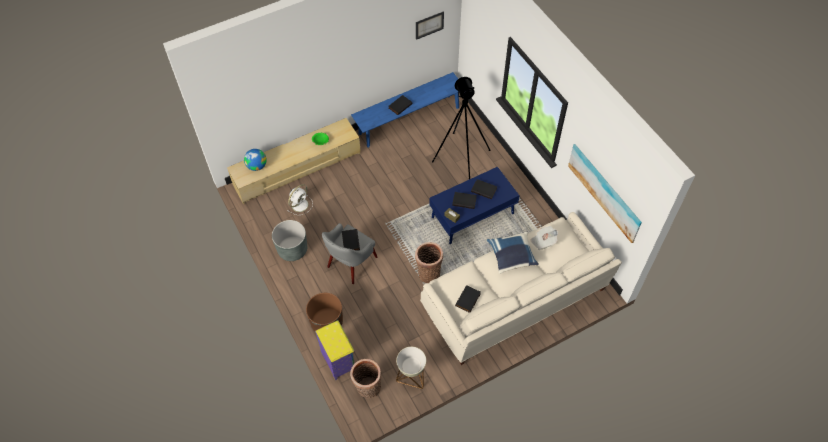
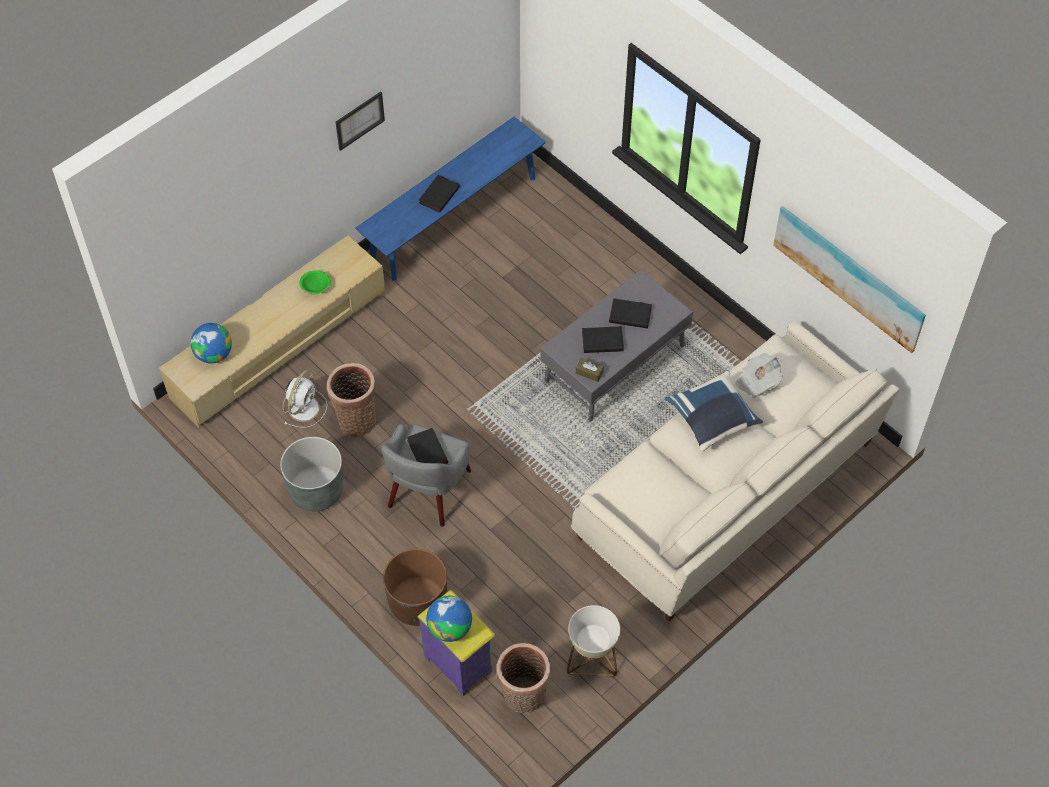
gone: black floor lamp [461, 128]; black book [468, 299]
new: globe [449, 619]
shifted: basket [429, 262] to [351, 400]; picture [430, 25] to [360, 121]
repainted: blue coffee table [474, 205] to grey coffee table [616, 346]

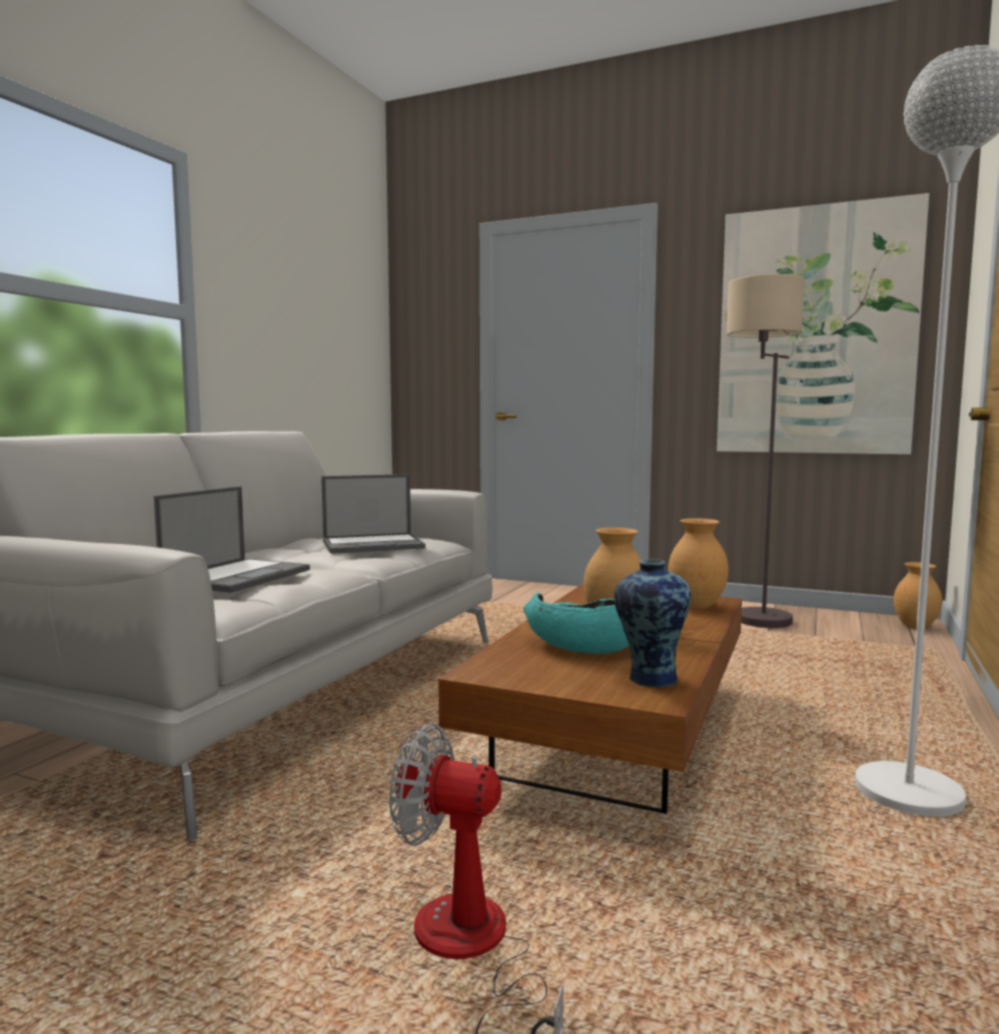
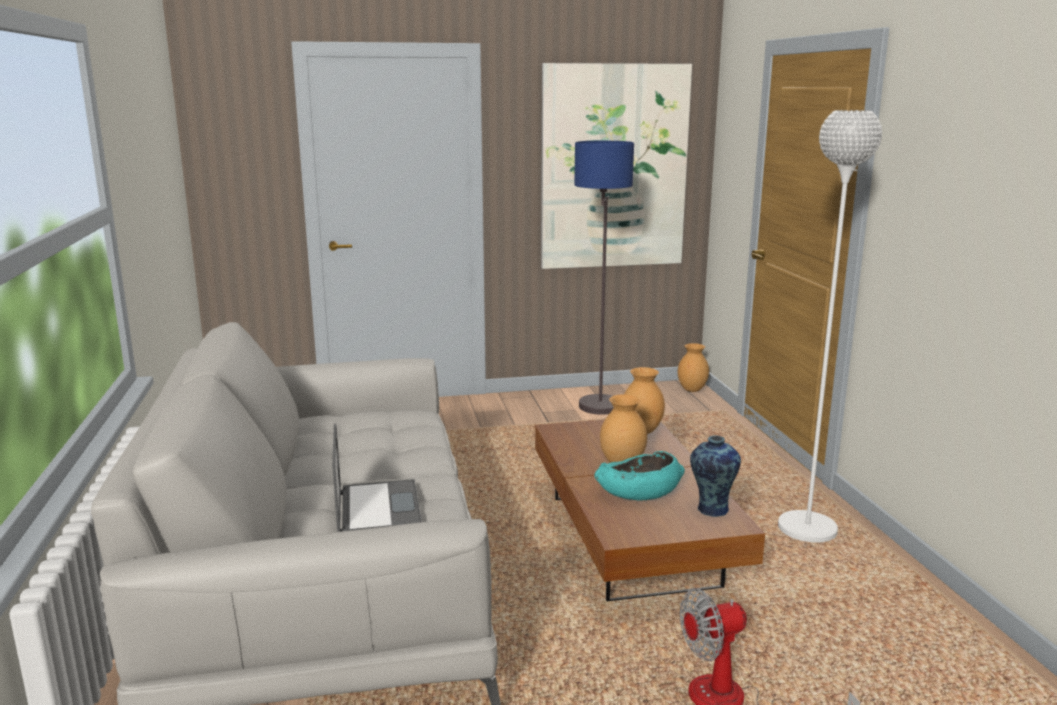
gone: laptop [373, 514]
repainted: beige floor lamp [765, 451] to blue floor lamp [604, 278]

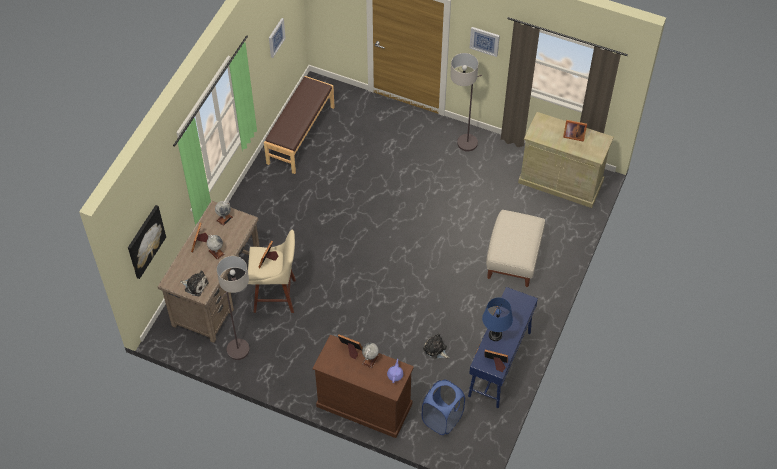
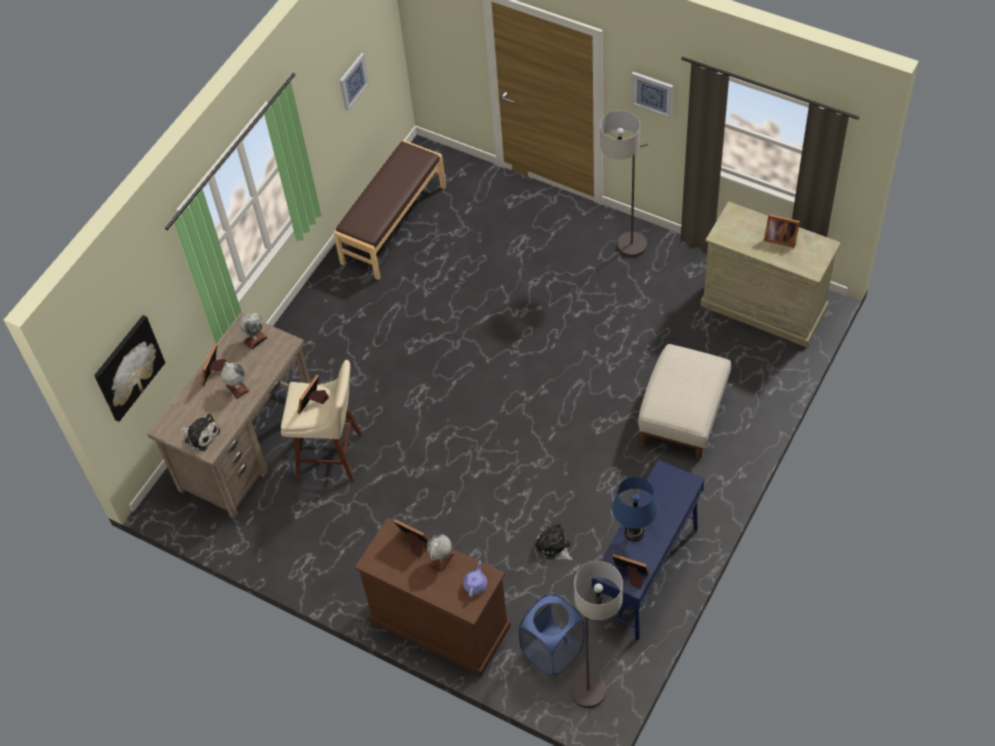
shifted: grey floor lamp [233, 308] to [596, 634]

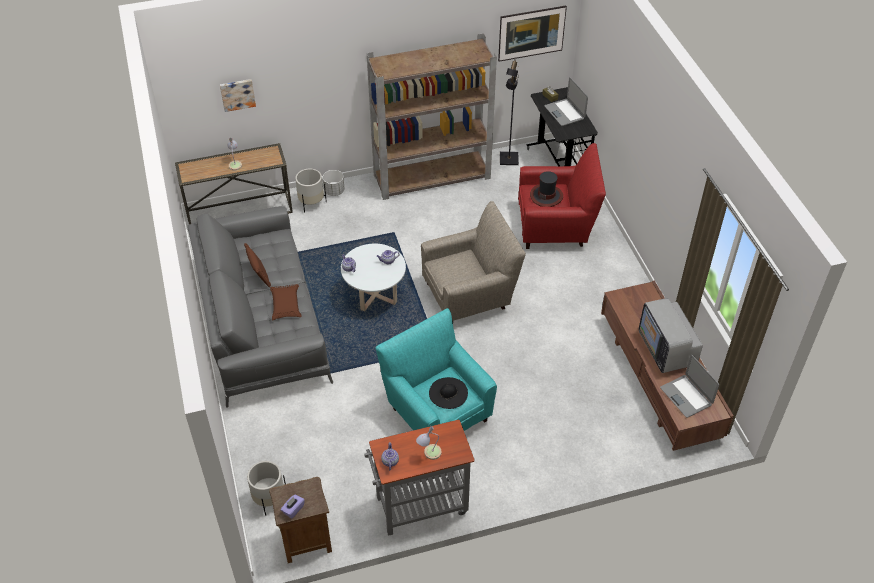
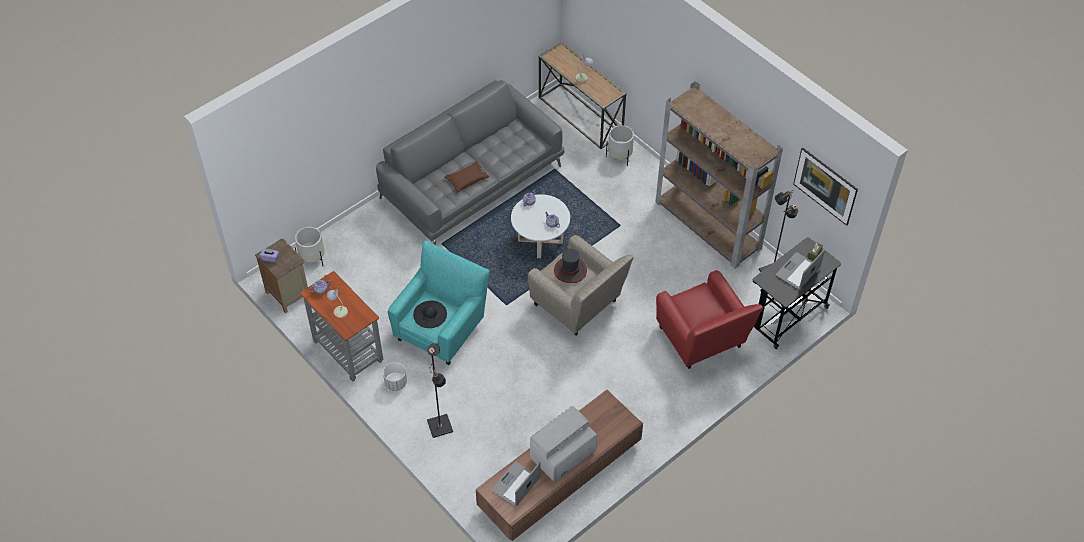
gone: picture [238, 95]; brown pillow [257, 265]
new: black floor lamp [440, 391]
shifted: white planter [333, 183] to [395, 376]; hat [546, 189] to [570, 266]

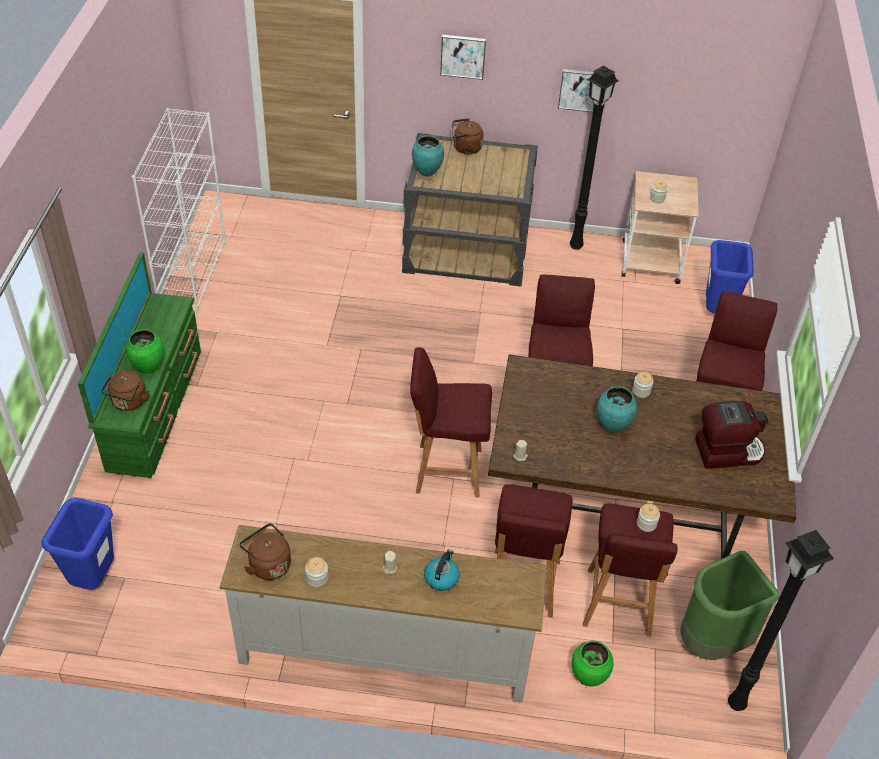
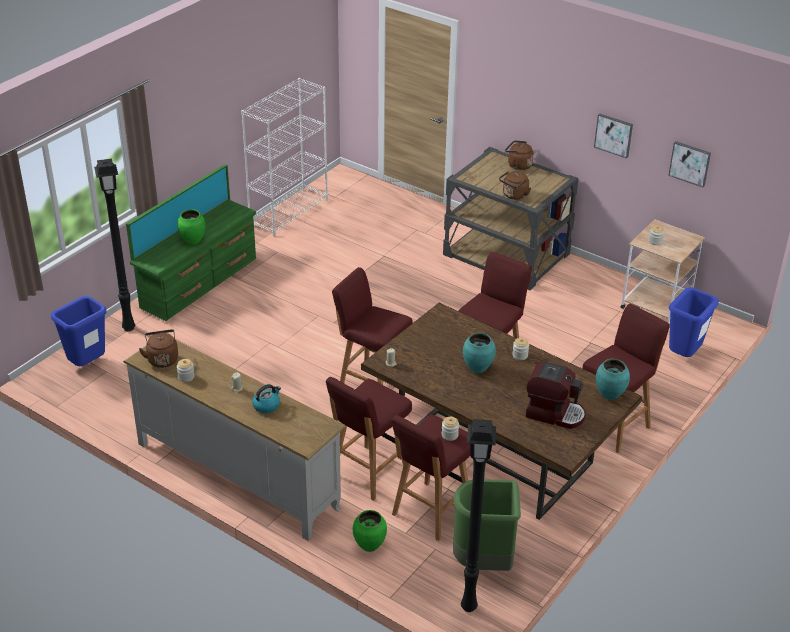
shifted: brown kettle [125, 391] to [515, 185]; turquoise vase [428, 155] to [613, 379]; picture [463, 57] to [689, 164]; black floor lamp [594, 158] to [114, 245]

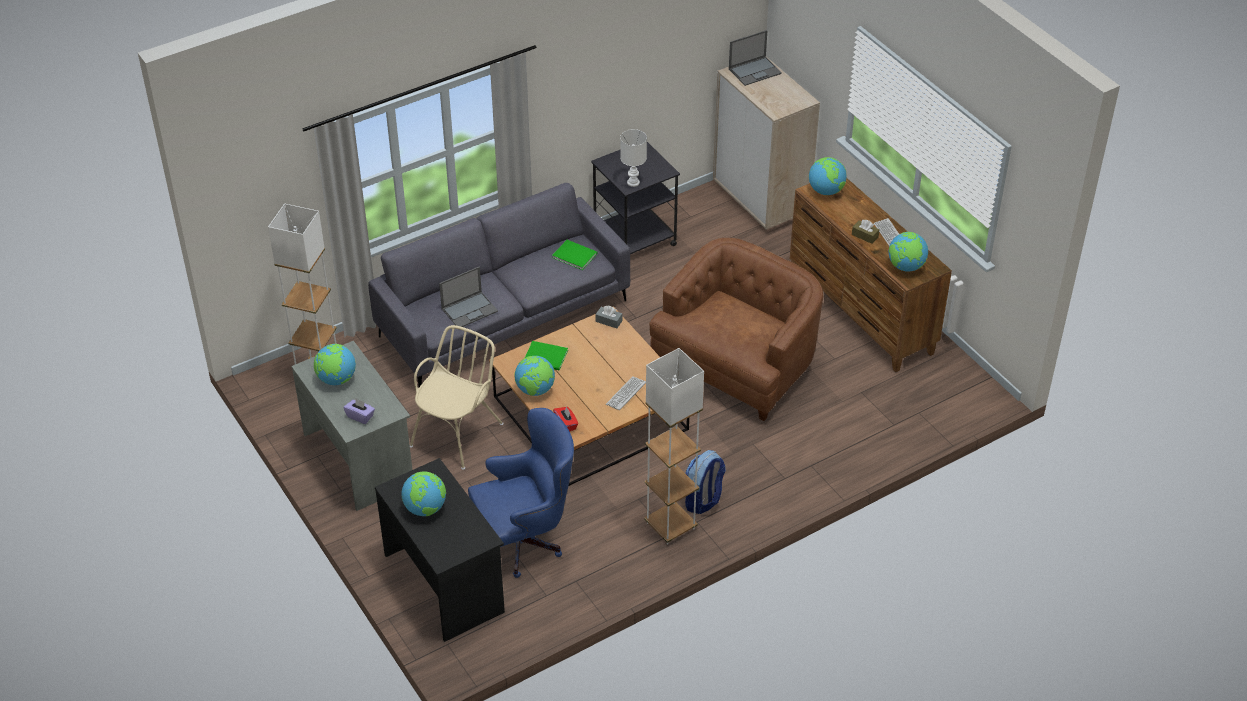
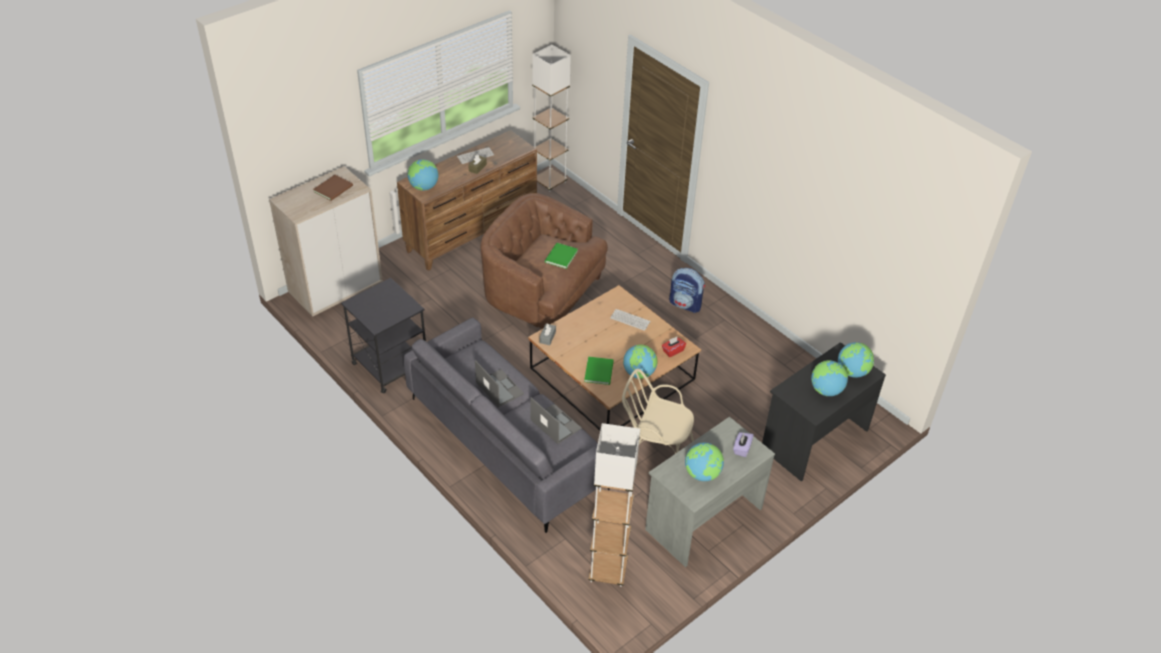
gone: blue office chair [521, 493]; white table lamp [633, 158]
new: brown book [333, 188]
shifted: green book [574, 255] to [561, 256]; white floor lamp [674, 446] to [551, 118]; laptop [755, 58] to [499, 383]; globe [908, 252] to [856, 360]

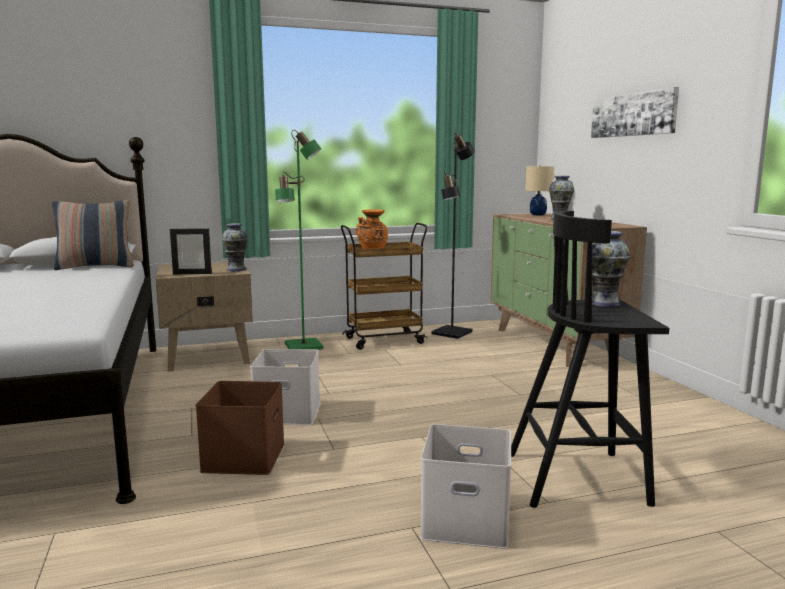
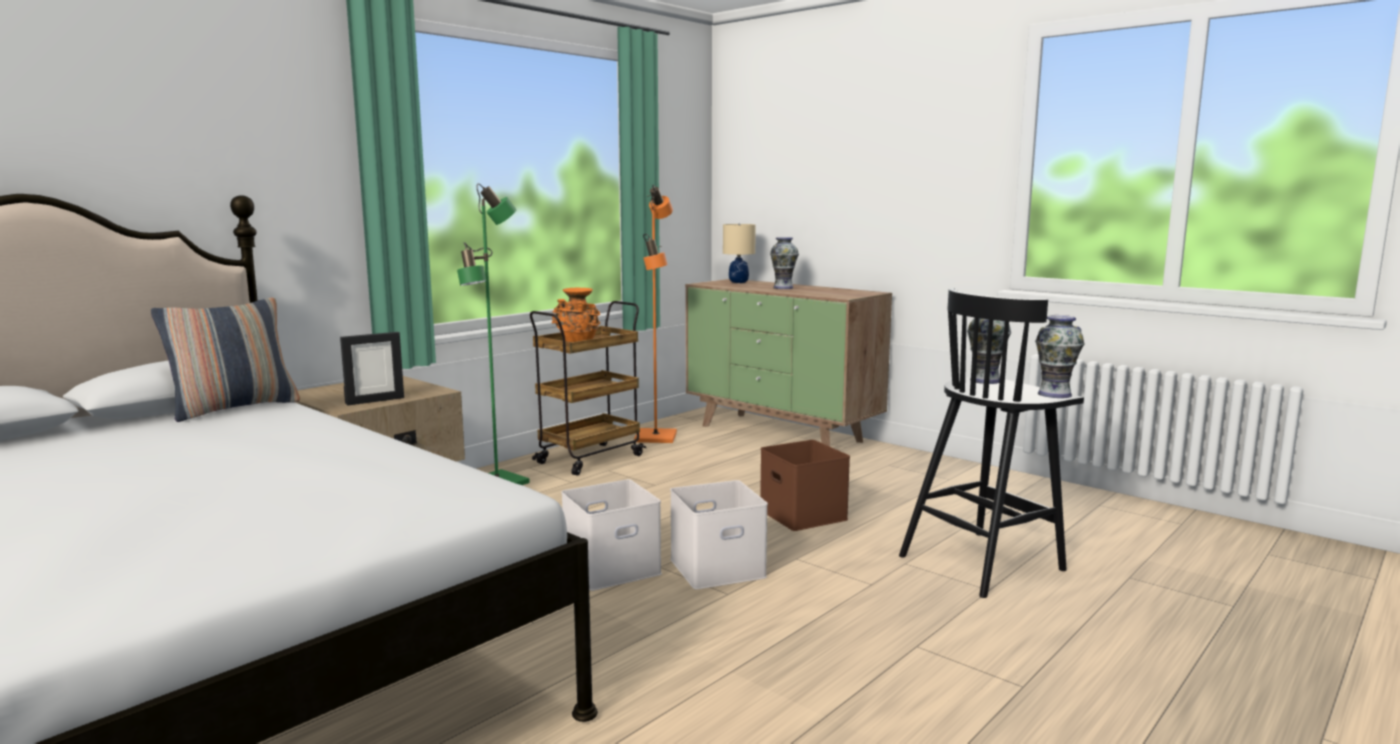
gone: picture [635, 112]
shifted: brown storage box [240, 428] to [805, 485]; vase [235, 247] to [1060, 356]; white storage box [465, 486] to [719, 535]
repainted: black floor lamp [453, 235] to orange floor lamp [655, 314]

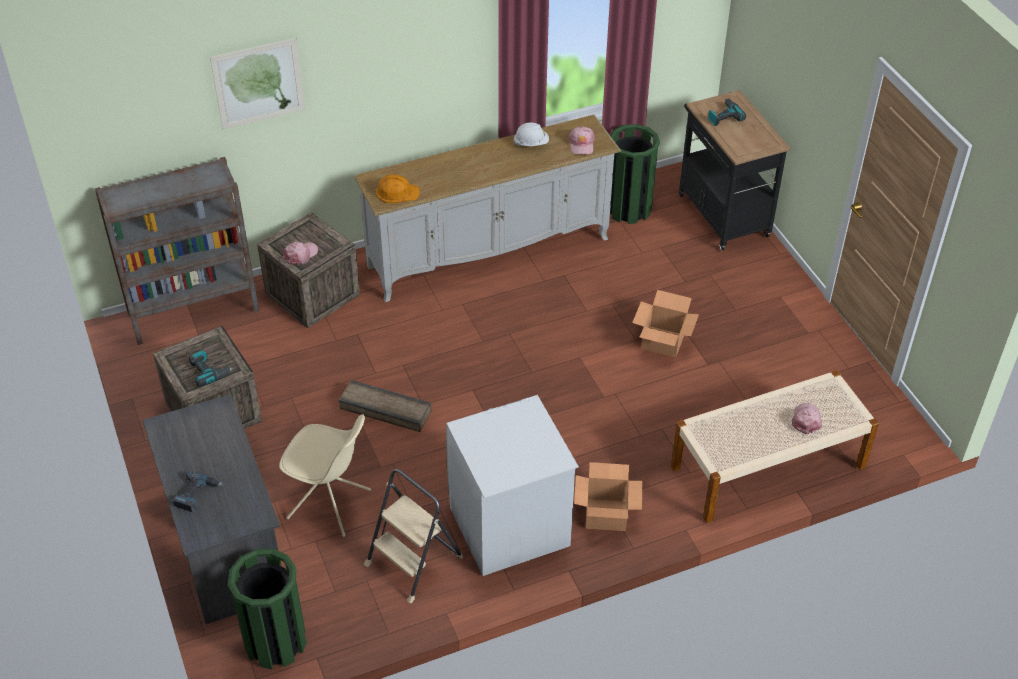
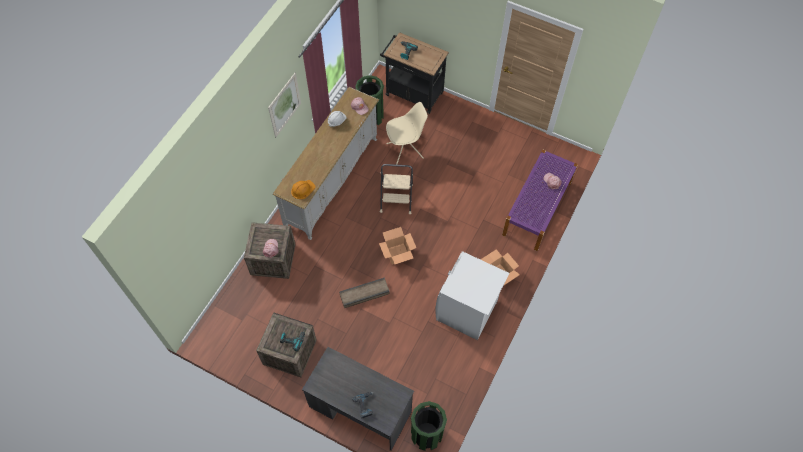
gone: grey bookcase [176, 251]
shifted: picture [257, 83] to [284, 105]; beige chair [325, 475] to [407, 133]; beige step ladder [413, 536] to [396, 189]; cardboard box [665, 323] to [397, 246]
repainted: beige bench [774, 446] to purple bench [540, 200]

